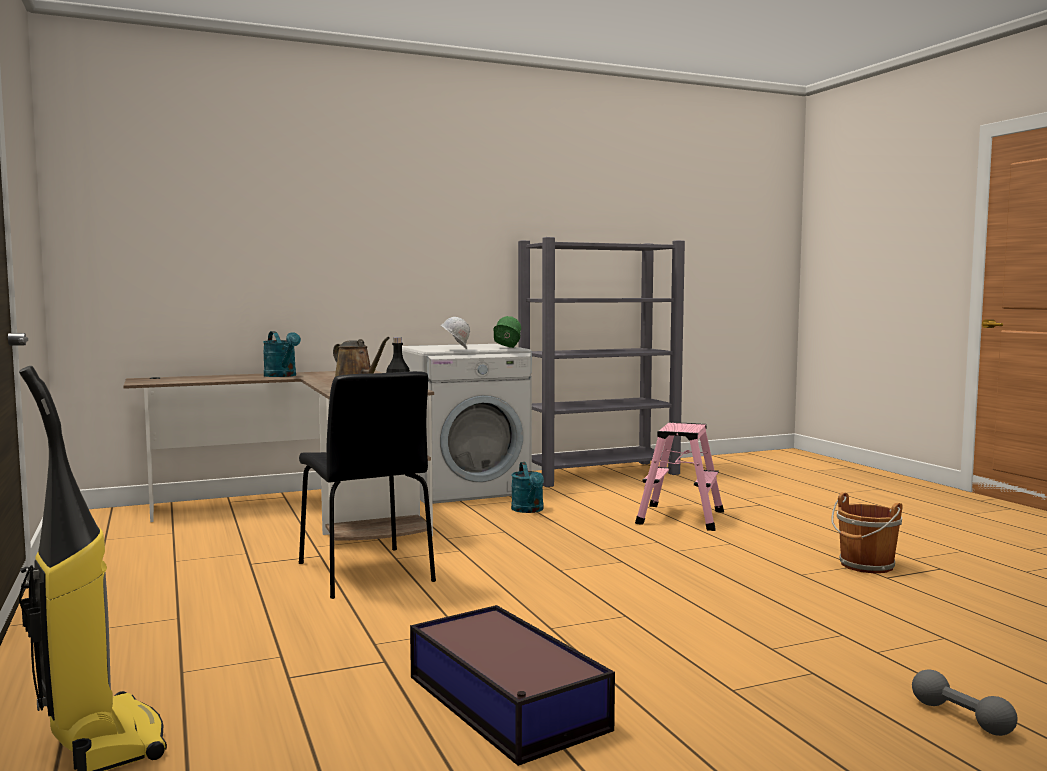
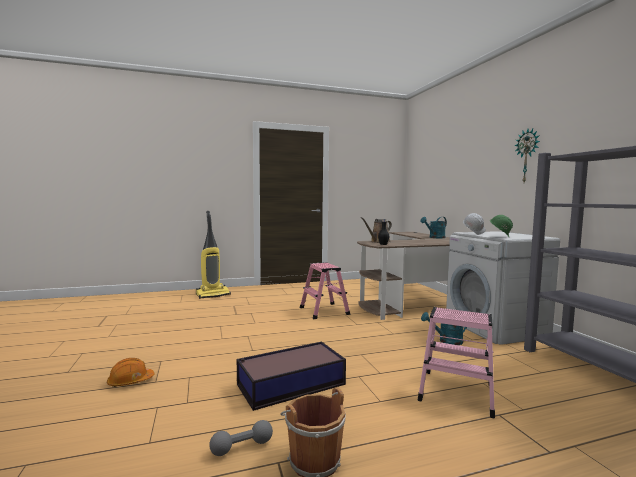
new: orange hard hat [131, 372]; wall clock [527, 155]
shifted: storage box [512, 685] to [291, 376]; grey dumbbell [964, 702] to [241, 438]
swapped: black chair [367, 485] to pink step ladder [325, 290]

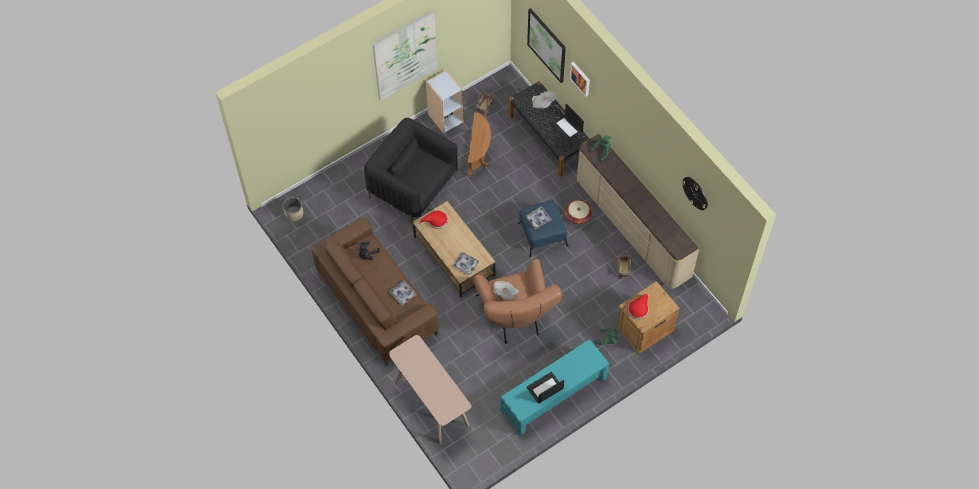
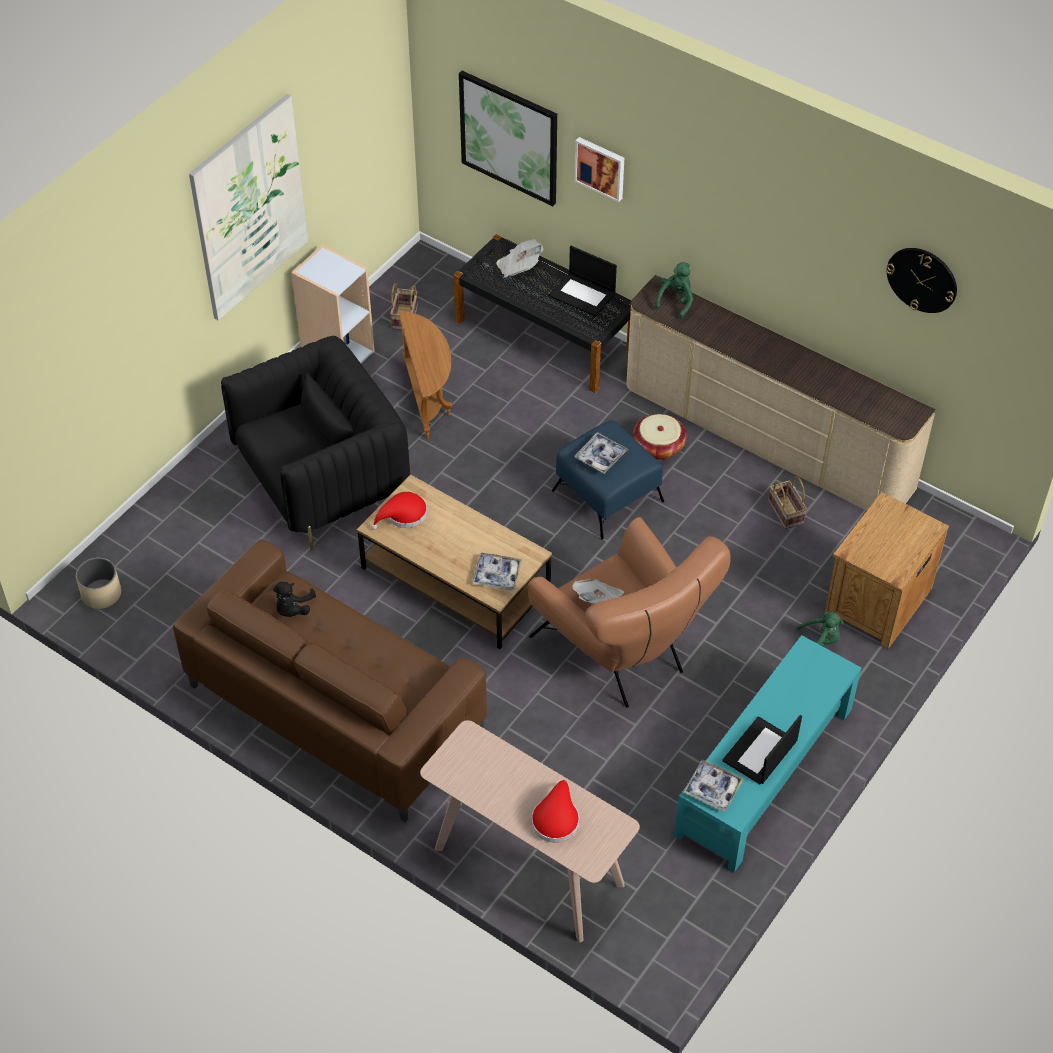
shifted: tray [403, 292] to [713, 785]; red hat [638, 306] to [555, 811]
rotated: black armchair [411, 171] = [315, 443] 135 degrees clockwise

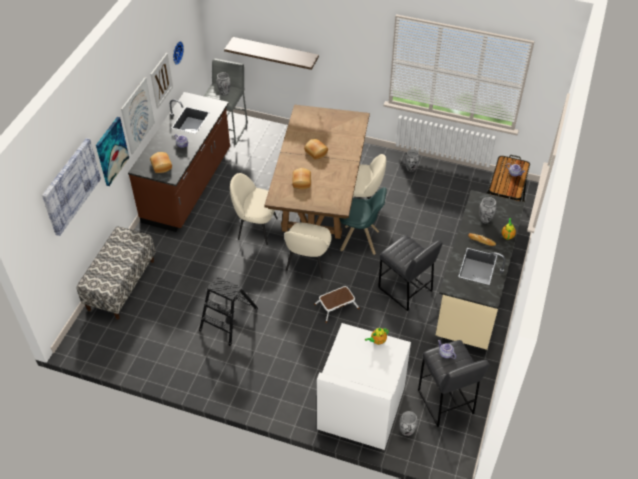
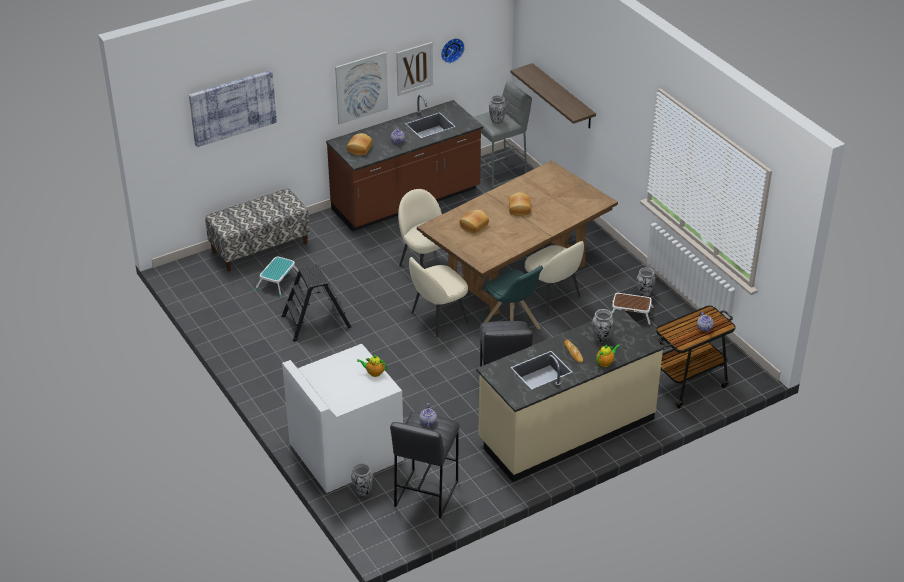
gone: picture [112, 151]
new: turquoise step ladder [277, 277]
shifted: brown step ladder [337, 304] to [633, 310]

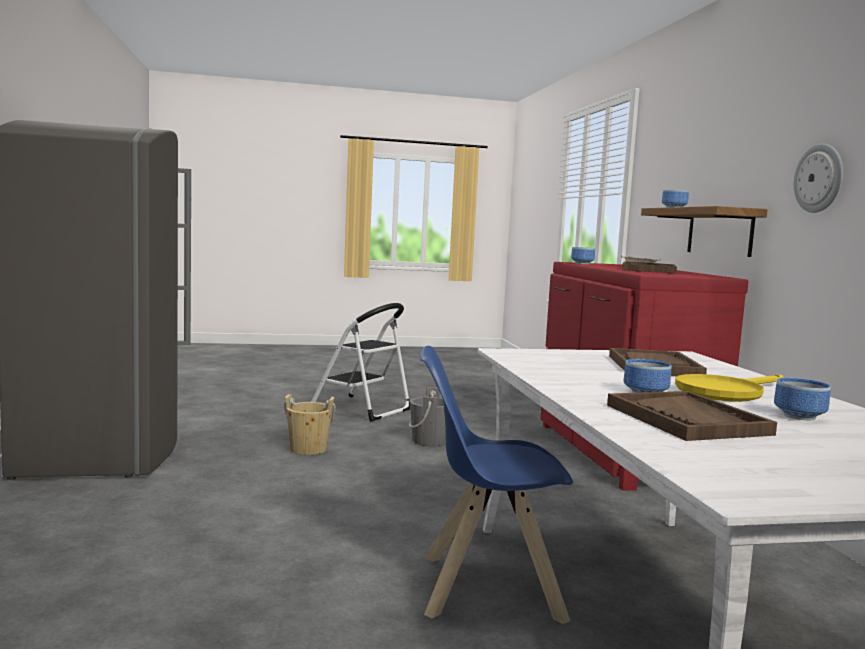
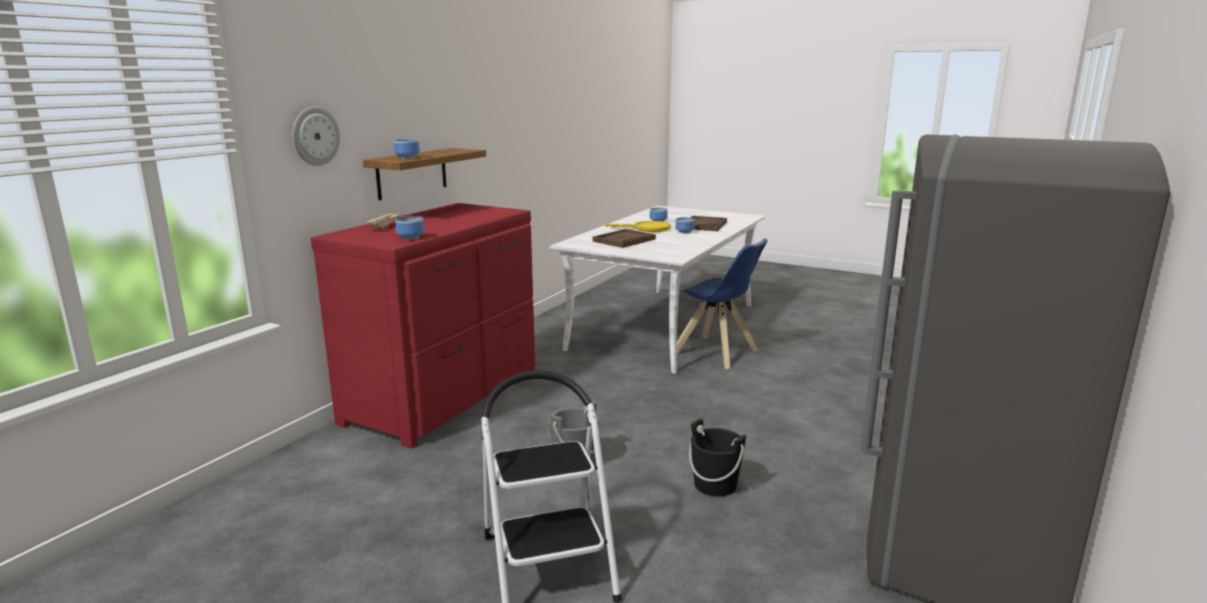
gone: brown tray [649, 267]
shifted: wall clock [818, 178] to [316, 136]
repainted: beige bucket [310, 424] to black bucket [718, 458]

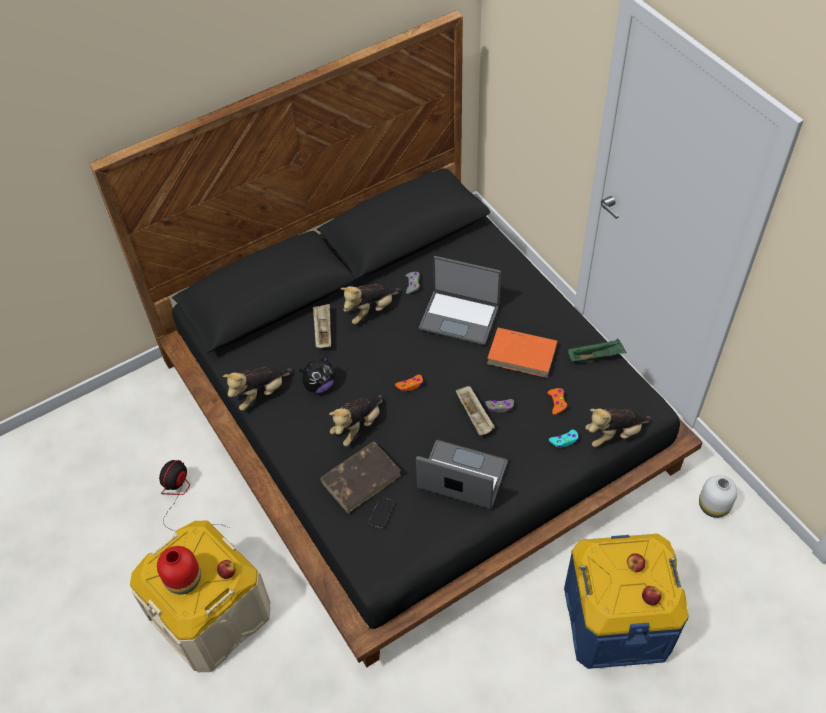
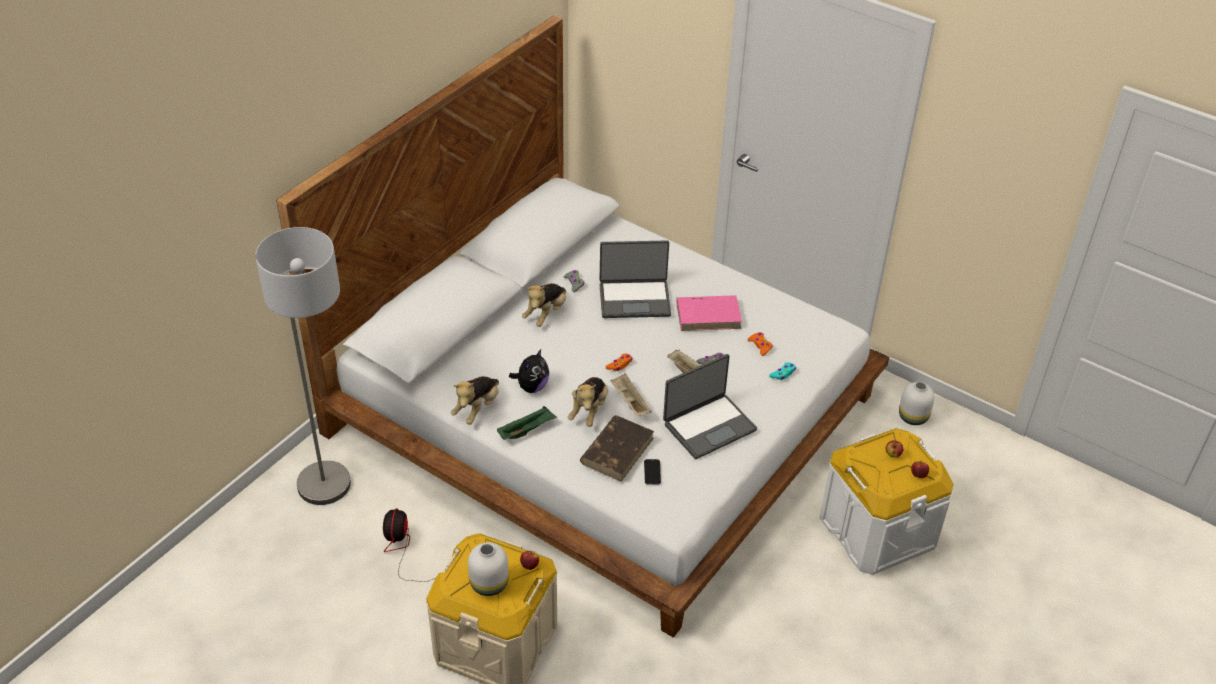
gone: plush toy [618, 427]
new: grey floor lamp [303, 366]
shifted: beige tray [322, 326] to [631, 394]; green tray [597, 350] to [527, 423]
repainted: black bed [396, 338] to white bed [582, 326]; red vase [179, 570] to white vase [488, 569]; orange book [522, 353] to pink book [709, 313]; blue storage box [626, 601] to white storage box [886, 501]
rotated: laptop [462, 474] = [710, 406] 150 degrees clockwise

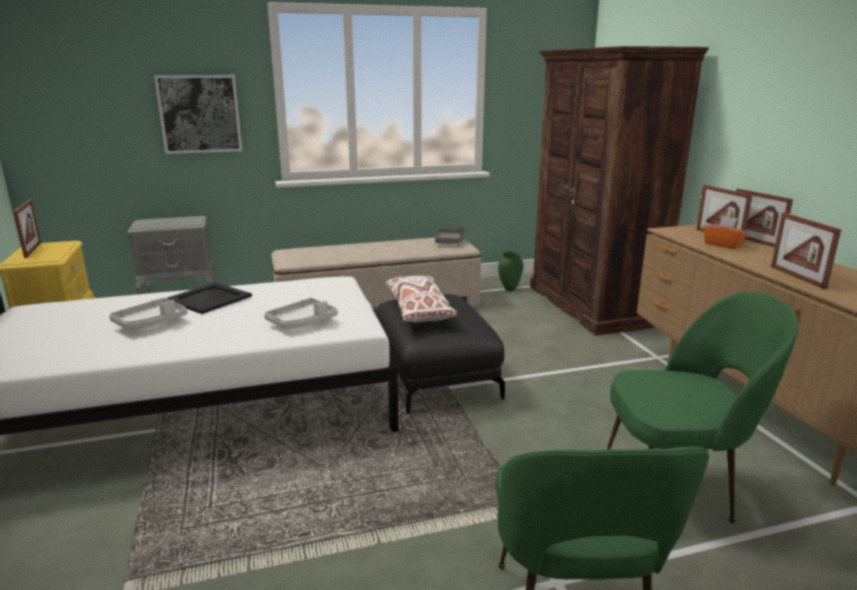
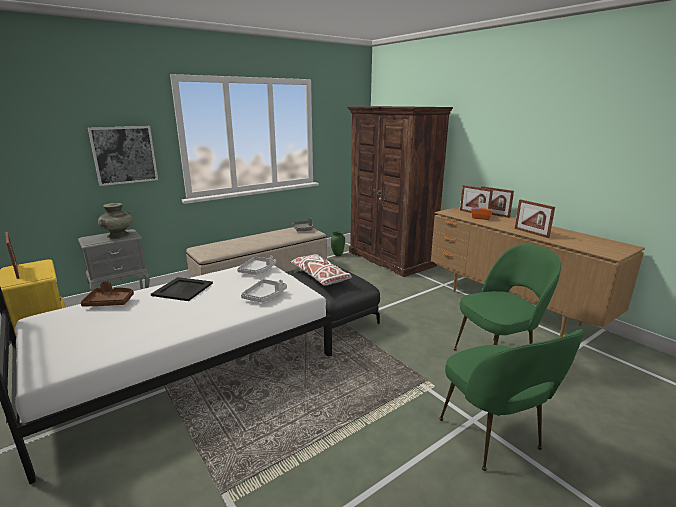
new: brown tray [107, 294]; turquoise vase [115, 221]
shifted: grey tray [148, 314] to [256, 265]

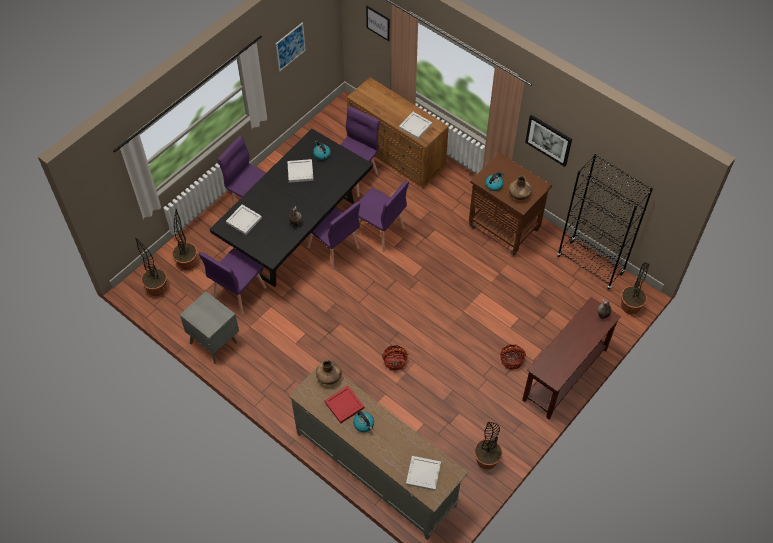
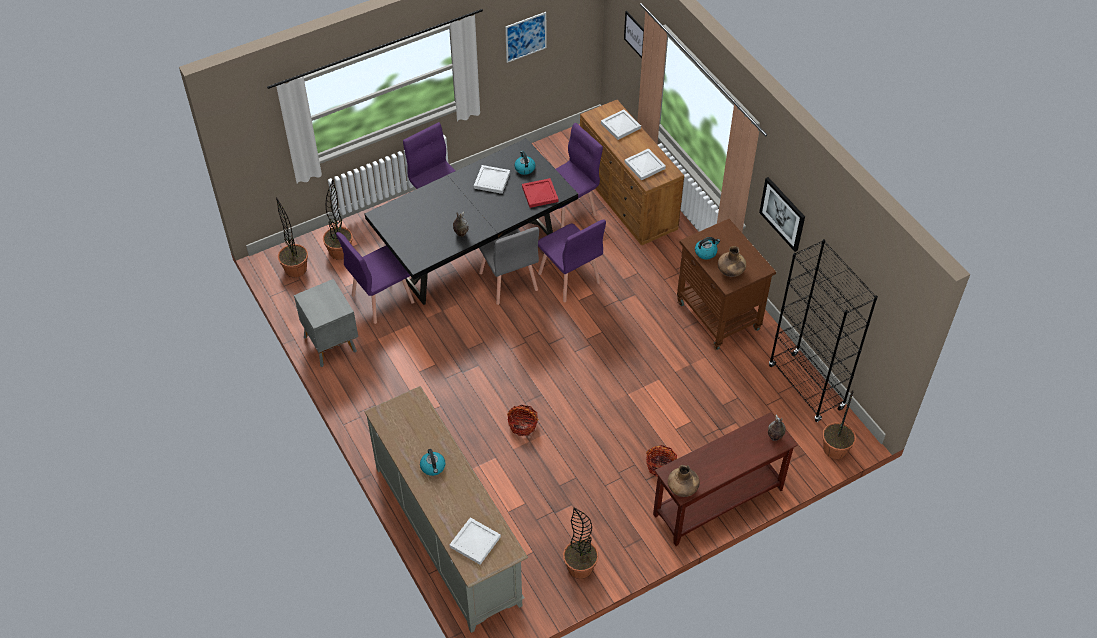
shifted: white tray [244, 220] to [621, 125]; brown vase [329, 372] to [684, 481]; red tray [344, 404] to [540, 193]
repainted: purple chair [333, 235] to grey chair [509, 266]

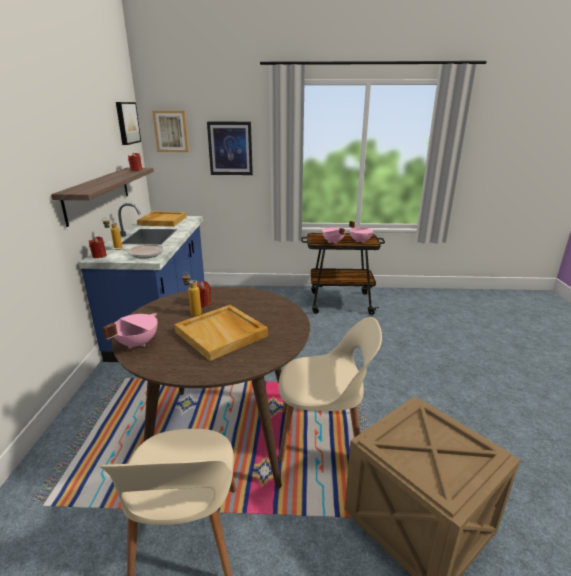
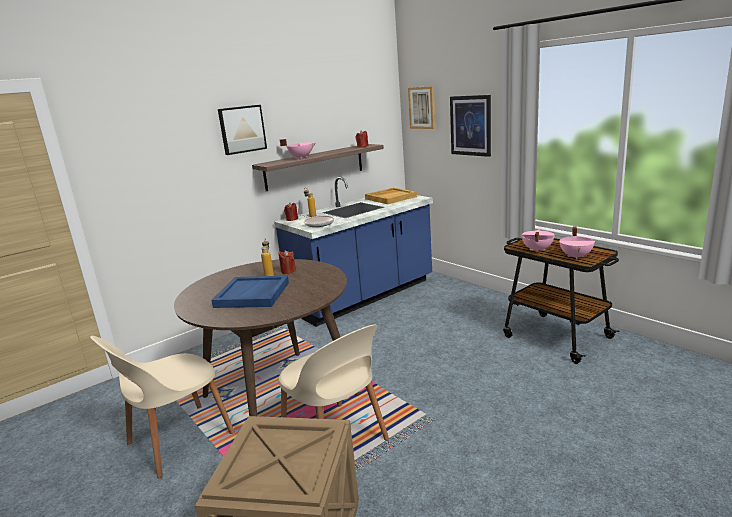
shifted: pink cooking pot [130, 331] to [298, 149]; picture [128, 123] to [242, 130]
repainted: beige tray [221, 333] to blue tray [250, 291]

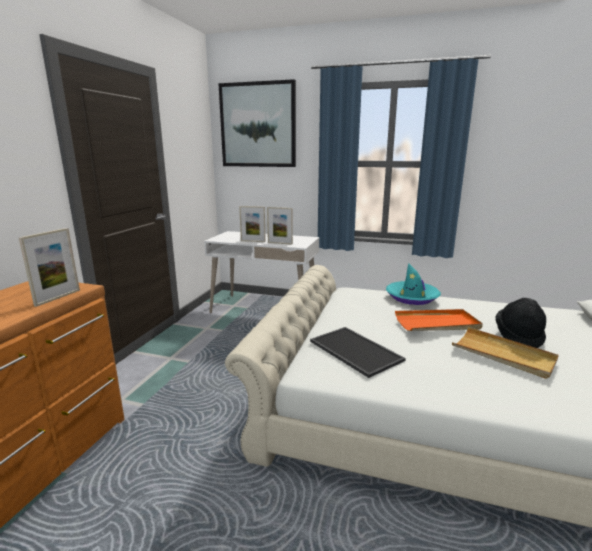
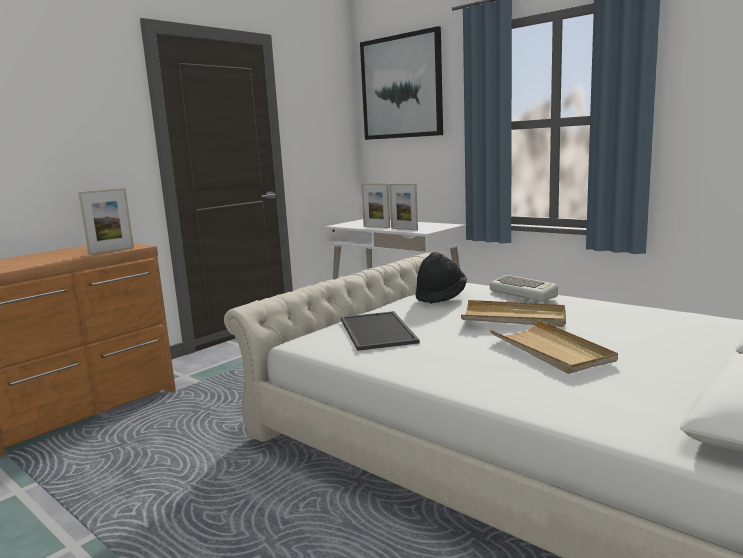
shifted: black hat [520, 323] to [441, 278]
swapped: turquoise hat [413, 284] to keyboard [524, 288]
repainted: orange tray [439, 320] to beige tray [513, 313]

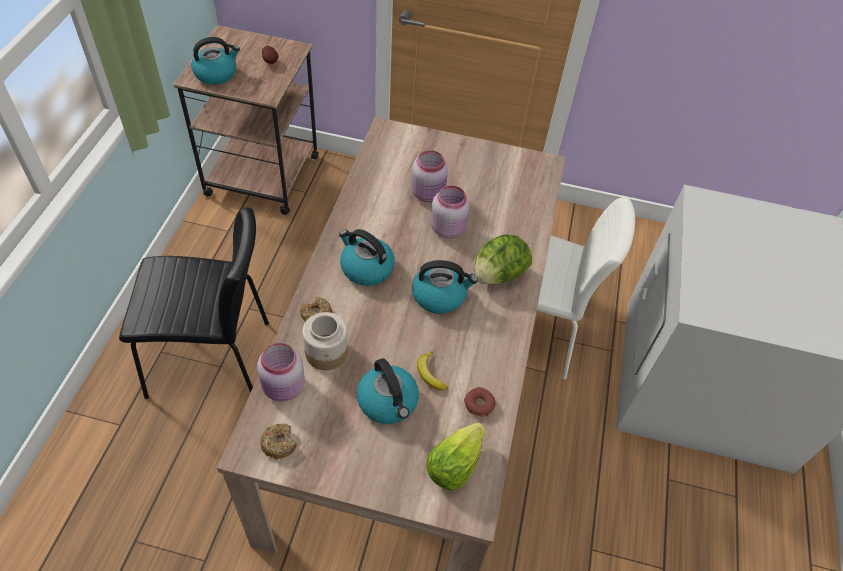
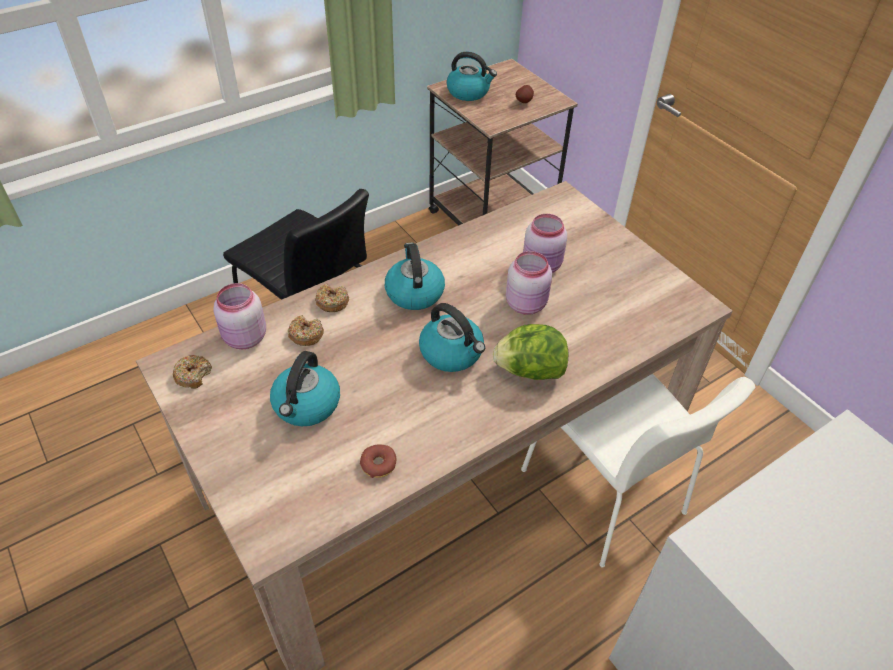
gone: banana [432, 371]; lettuce [456, 456]
swapped: jar [325, 341] to donut [306, 330]

